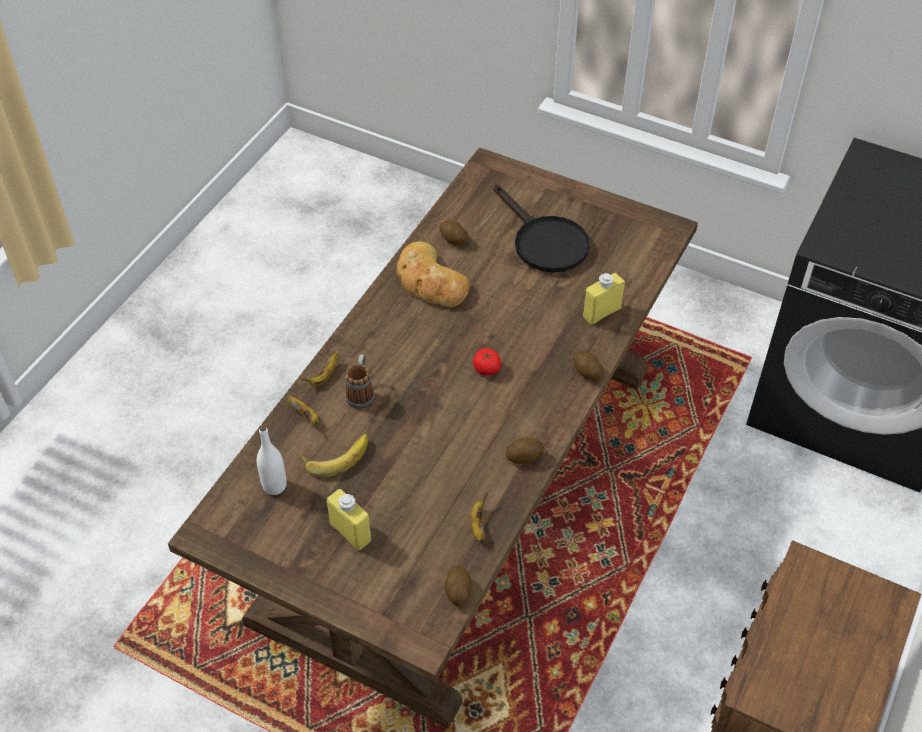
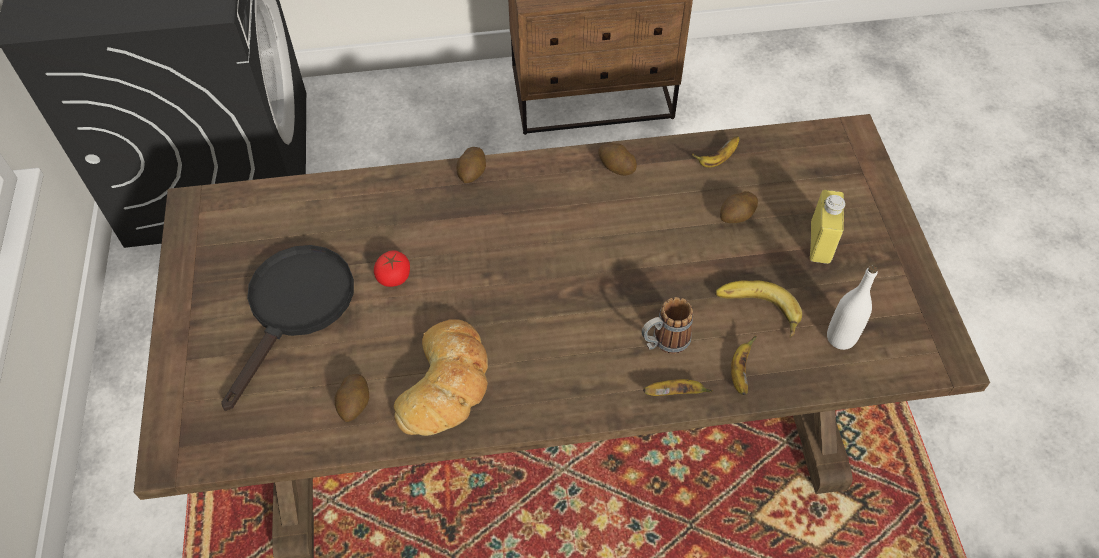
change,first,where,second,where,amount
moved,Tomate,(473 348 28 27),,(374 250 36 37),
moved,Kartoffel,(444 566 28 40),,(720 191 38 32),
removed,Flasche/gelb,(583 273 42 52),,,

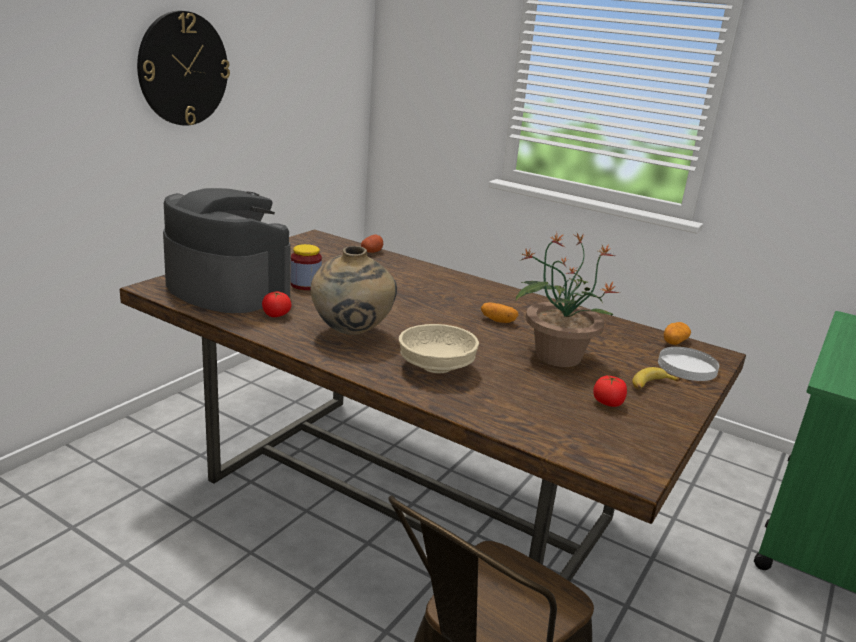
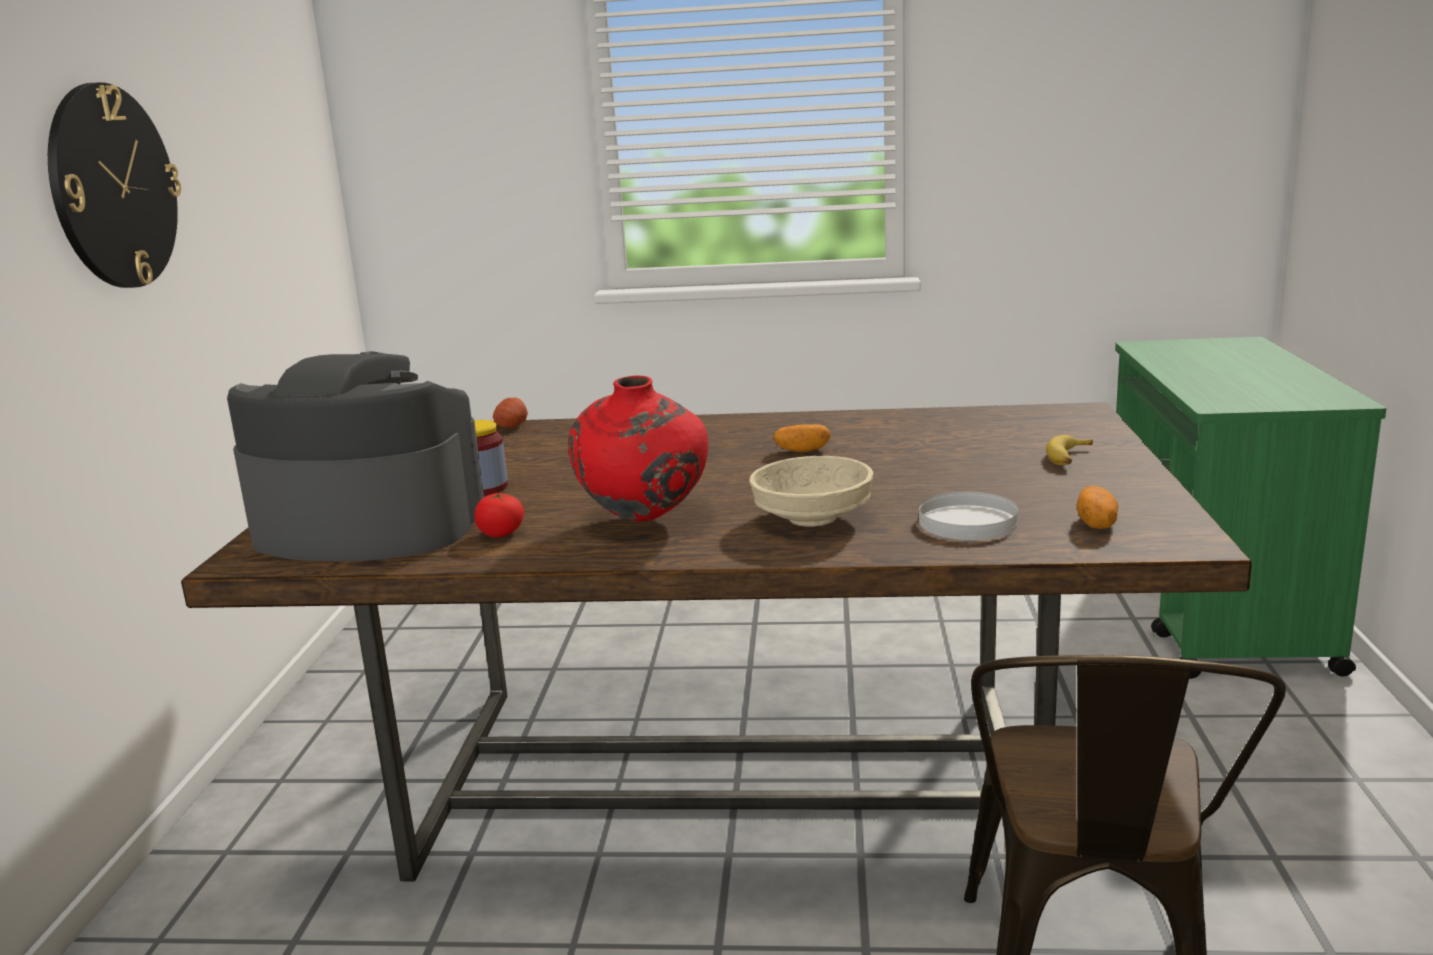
change,first,where,second,where,amount
recoloured,Vase/beige,(311 246 86 89),Vase/rot,(568 376 140 146),
moved,Teller/weiß,(658 347 62 34),,(919 492 99 48),
moved,Kartoffel,(664 322 27 23),,(1076 486 42 43),
removed,Topfpflanze,(516 231 104 136),,,
removed,Tomate,(593 375 34 32),,,

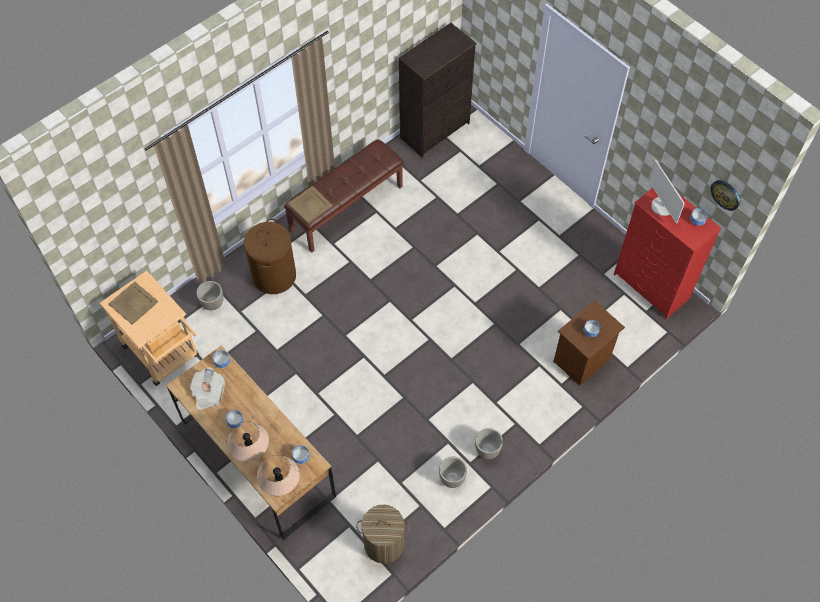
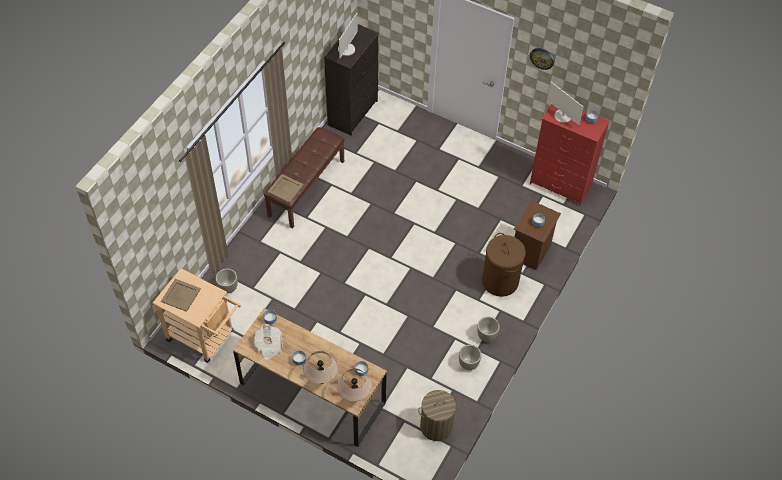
change,first,where,second,where,amount
added,,,Monitor,(338 13 20 45),
moved,Wäschekorb/braun,(244 219 52 75),,(482 233 44 64),
moved,Wanduhr,(710 180 30 31),,(530 48 24 22),

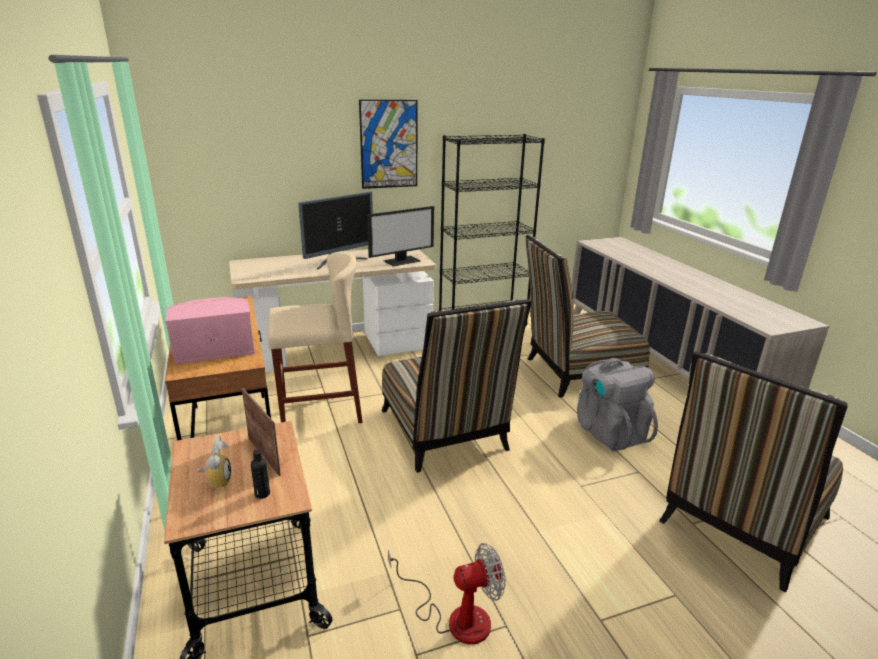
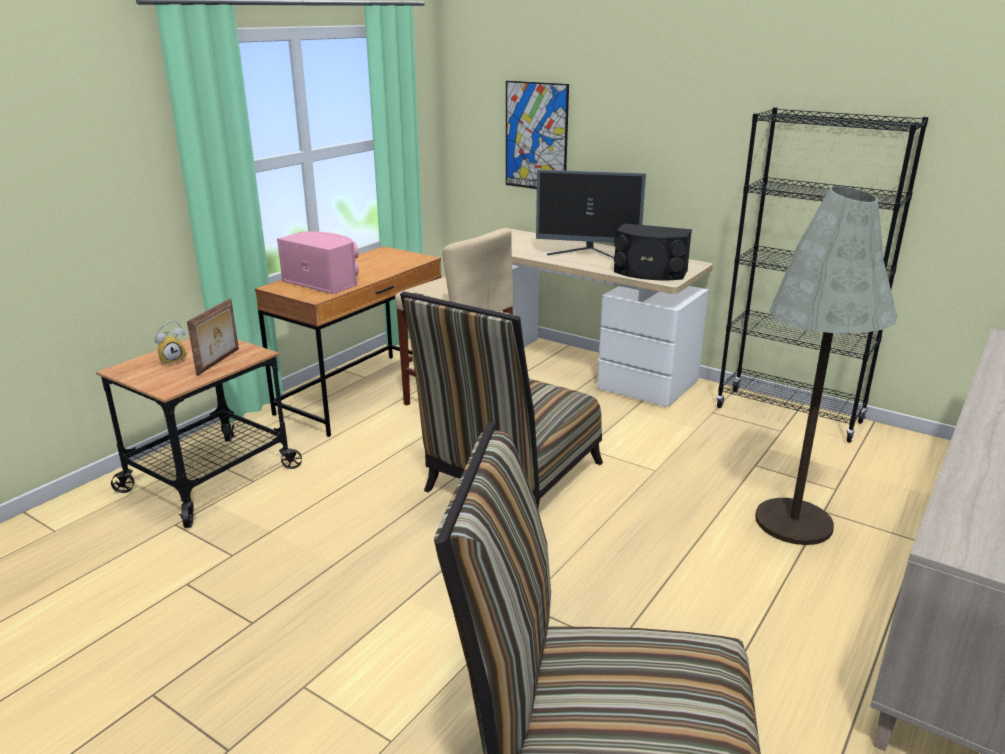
change,first,where,second,where,amount
moved,Bild,(359 100 59 89),,(506 81 63 108),
replaced,Monitor,(367 206 67 60),Lautsprecher/schwarz,(614 223 78 57),
replaced,Stuhl,(525 235 125 163),Stehlampe/grau,(755 186 142 359),
removed,Flasche/schwarz,(251 449 19 50),,,
removed,Ventilator,(388 543 118 101),,,
removed,Rucksack/grau,(577 358 81 93),,,

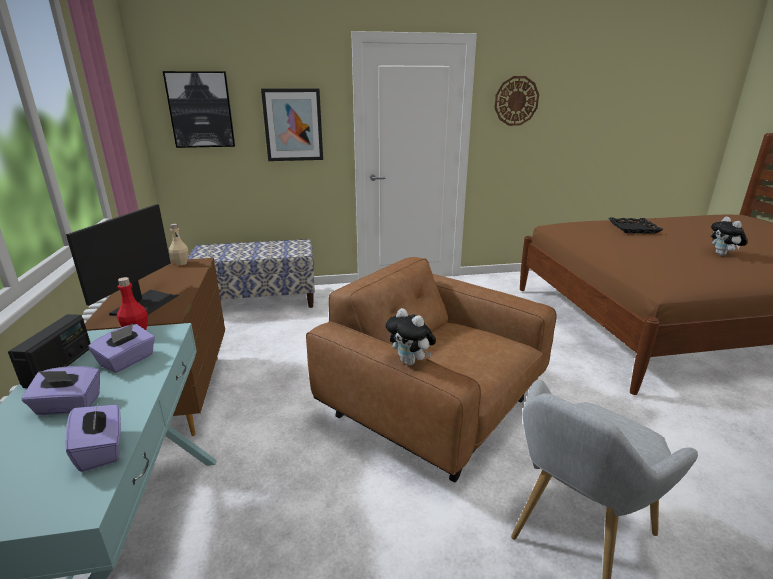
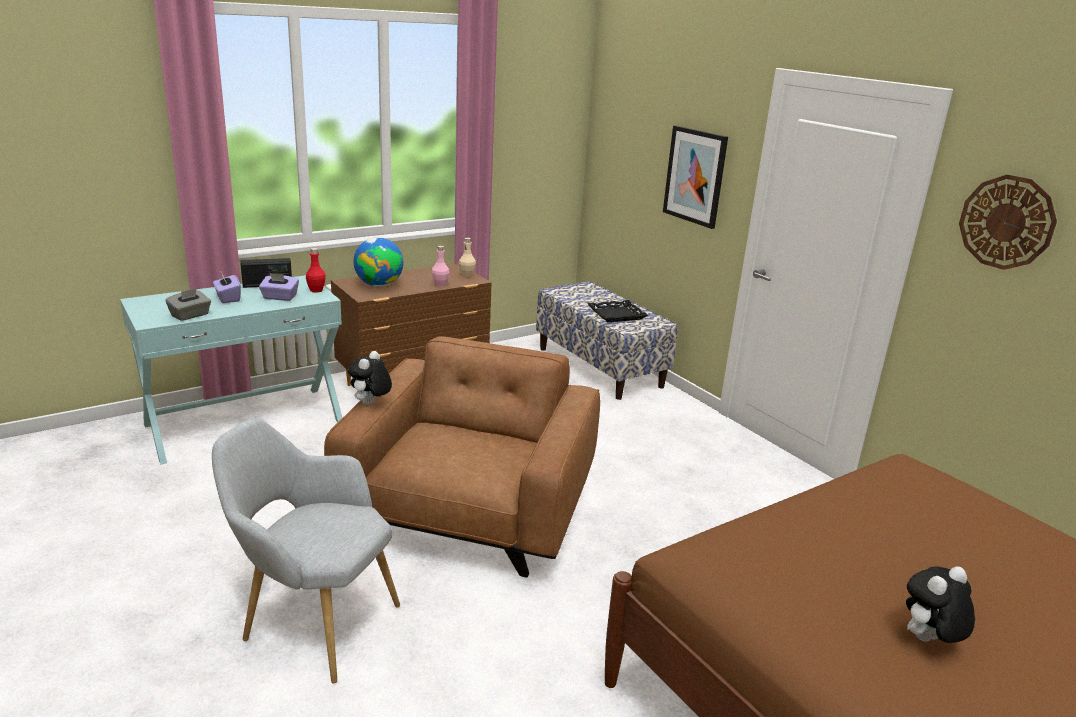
change,first,where,second,where,amount
recoloured,Taschentuchbox/lila,(65 399 56 73),Taschentuchbox/grau,(165 288 46 33),
replaced,Monitor,(66 204 113 112),Globus,(353 237 50 50),
added,,,Flasche/rosa,(432 246 17 41),
moved,Tablett/schwarz,(609 218 55 16),,(587 300 61 22),
removed,Bild,(163 71 72 77),,,

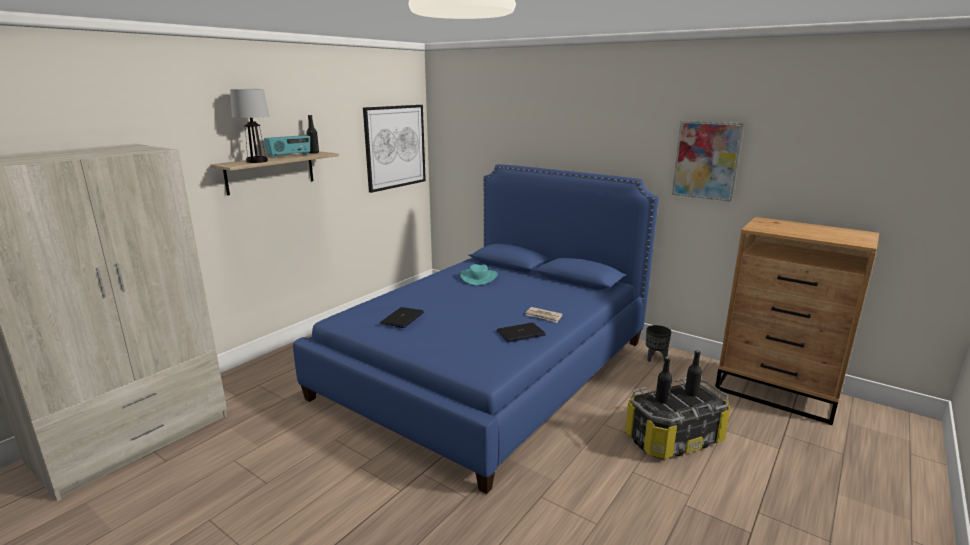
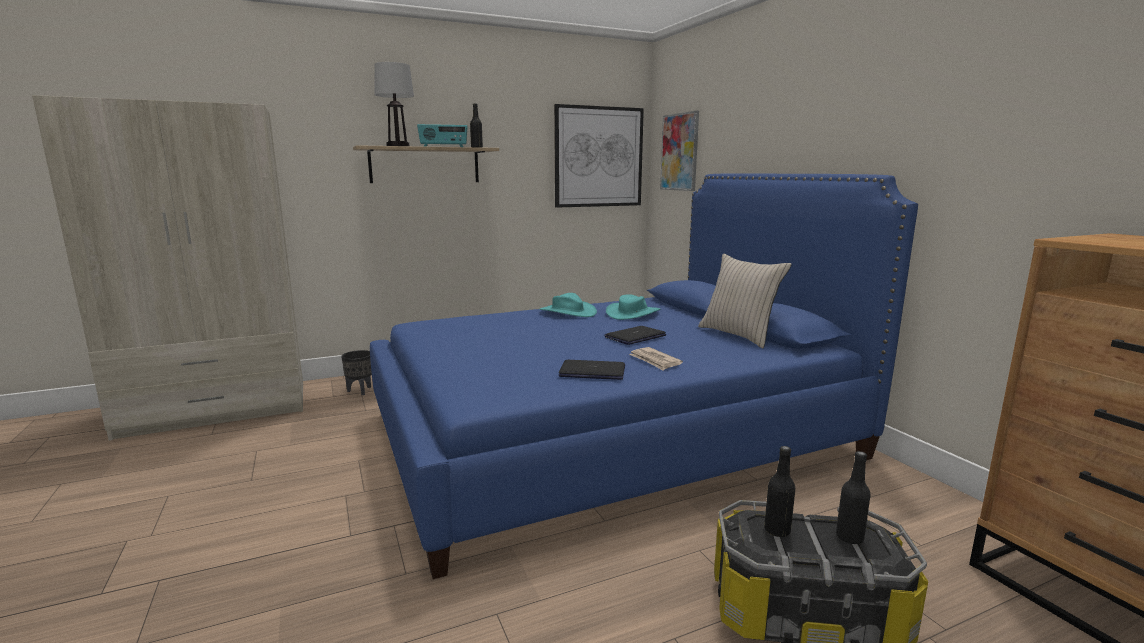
change,first,where,second,where,amount
moved,Pflanzkübel/schwarz,(646 325 25 37),,(341 350 31 45),
added,,,Hut/türkis,(539 293 58 24),
moved,Laptop,(380 307 44 21),,(604 326 62 19),
moved,Bild,(672 121 72 81),,(660 111 39 80),
added,,,Kissen/beige,(698 254 94 94),

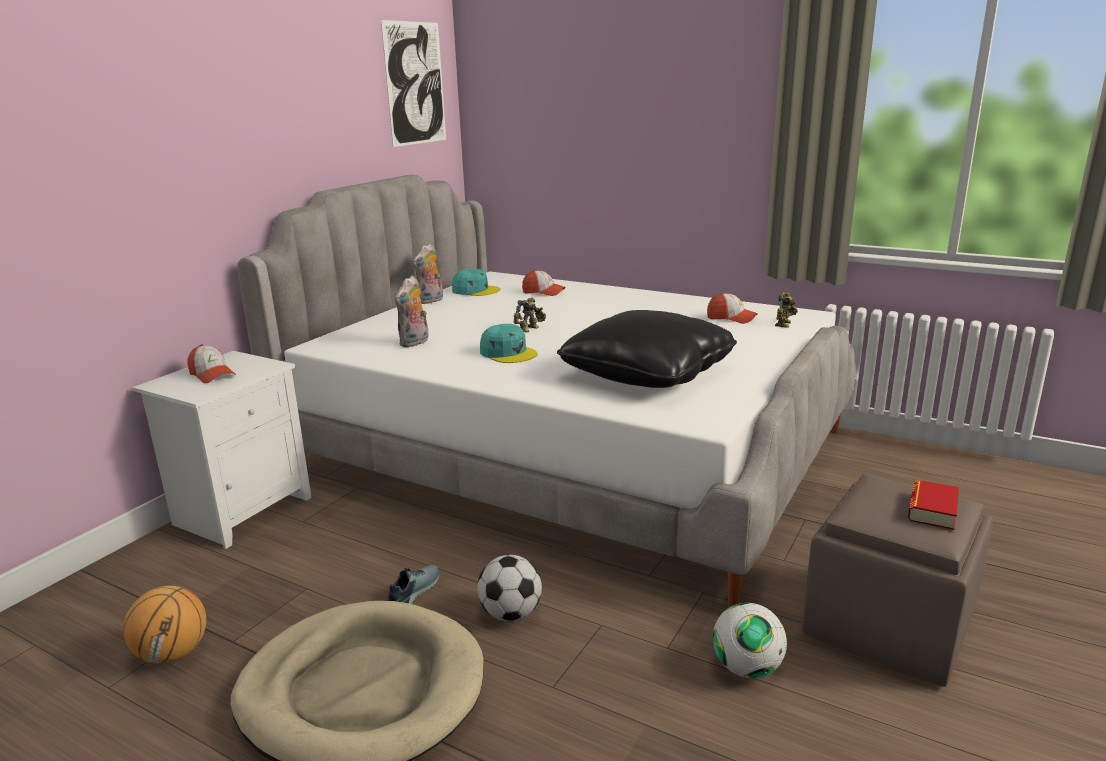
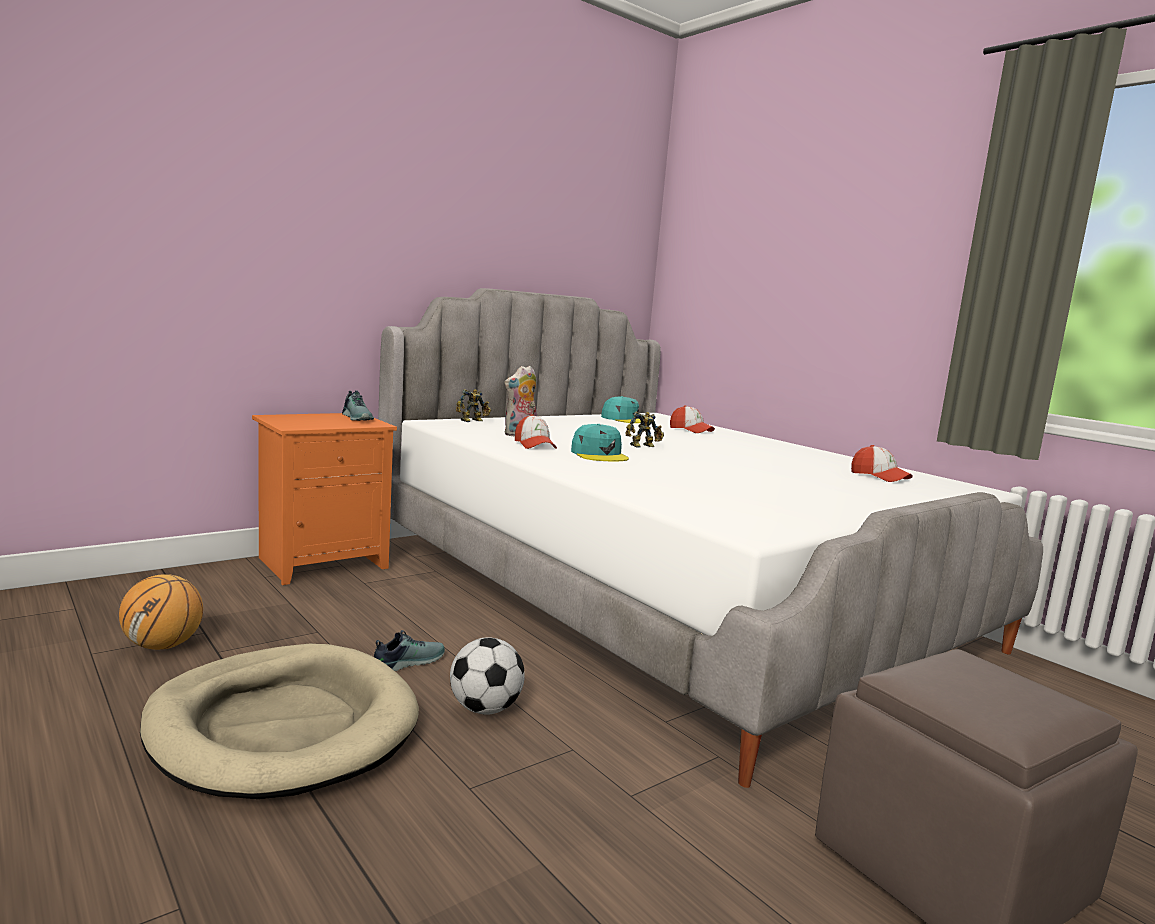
change,first,where,second,where,amount
recoloured,Nachttisch/weiß,(132 351 180 198),Nachttisch/orange,(252 413 145 172),
added,,,Schuh,(342 390 32 31),
moved,Spielzeugroboter,(775 292 23 36),,(456 389 35 33),
moved,Kappe,(188 344 48 39),,(515 414 42 35),
removed,Bild,(381 20 65 127),,,
removed,Plüschtier,(413 243 30 61),,,
removed,Kissen/schwarz,(557 310 180 78),,,
removed,Fußball,(713 603 74 75),,,
removed,Buch,(908 480 51 50),,,

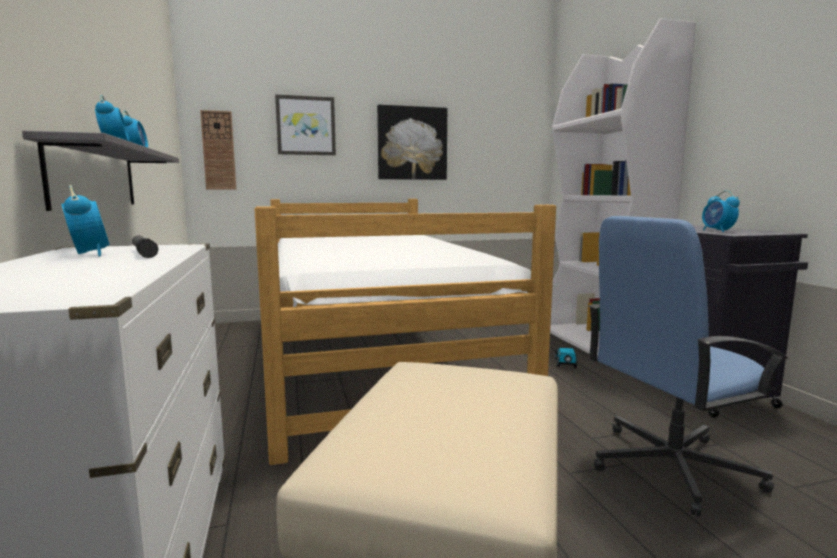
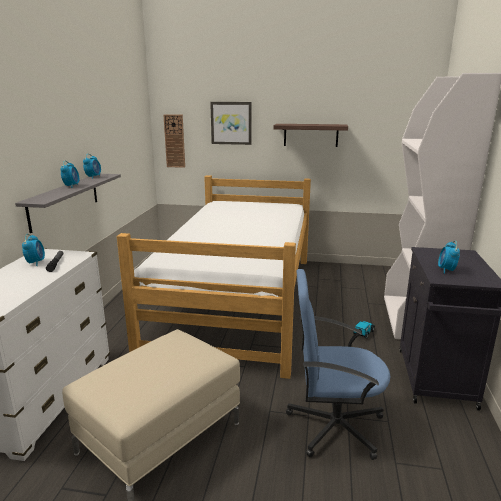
change,first,where,second,where,amount
replaced,Bild,(377 105 70 75),Wandregal,(274 124 74 23),

